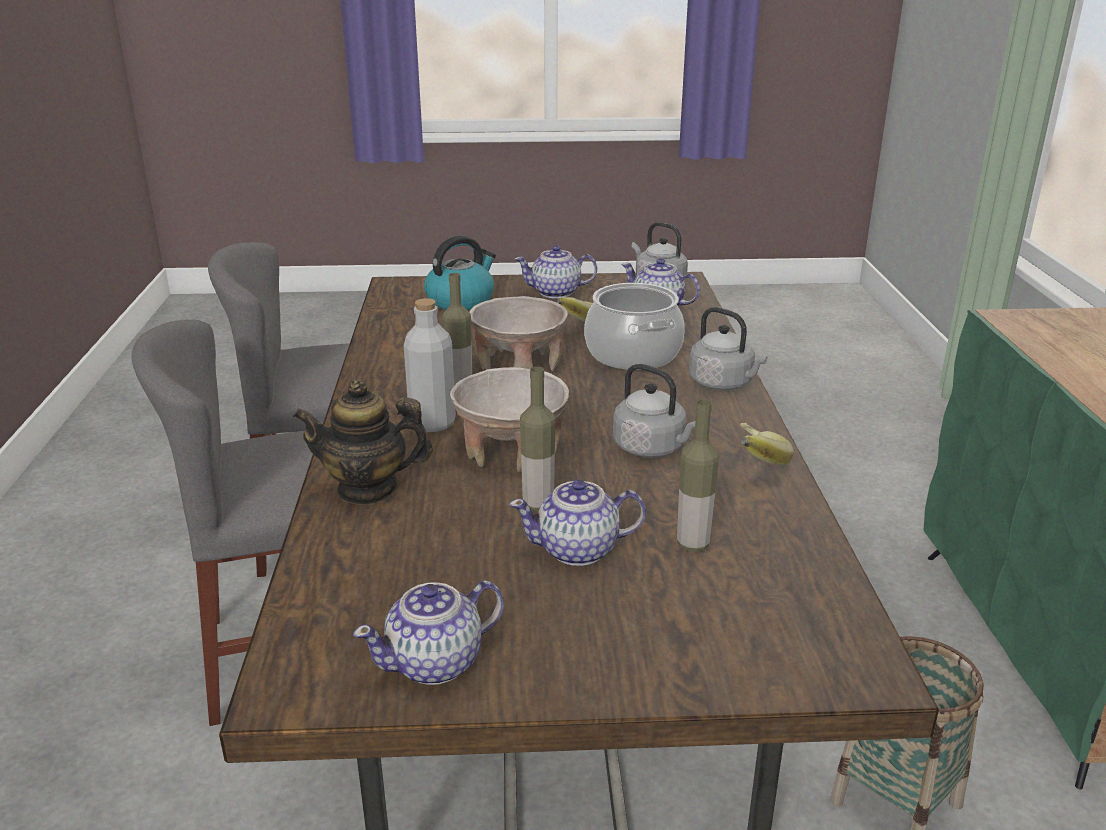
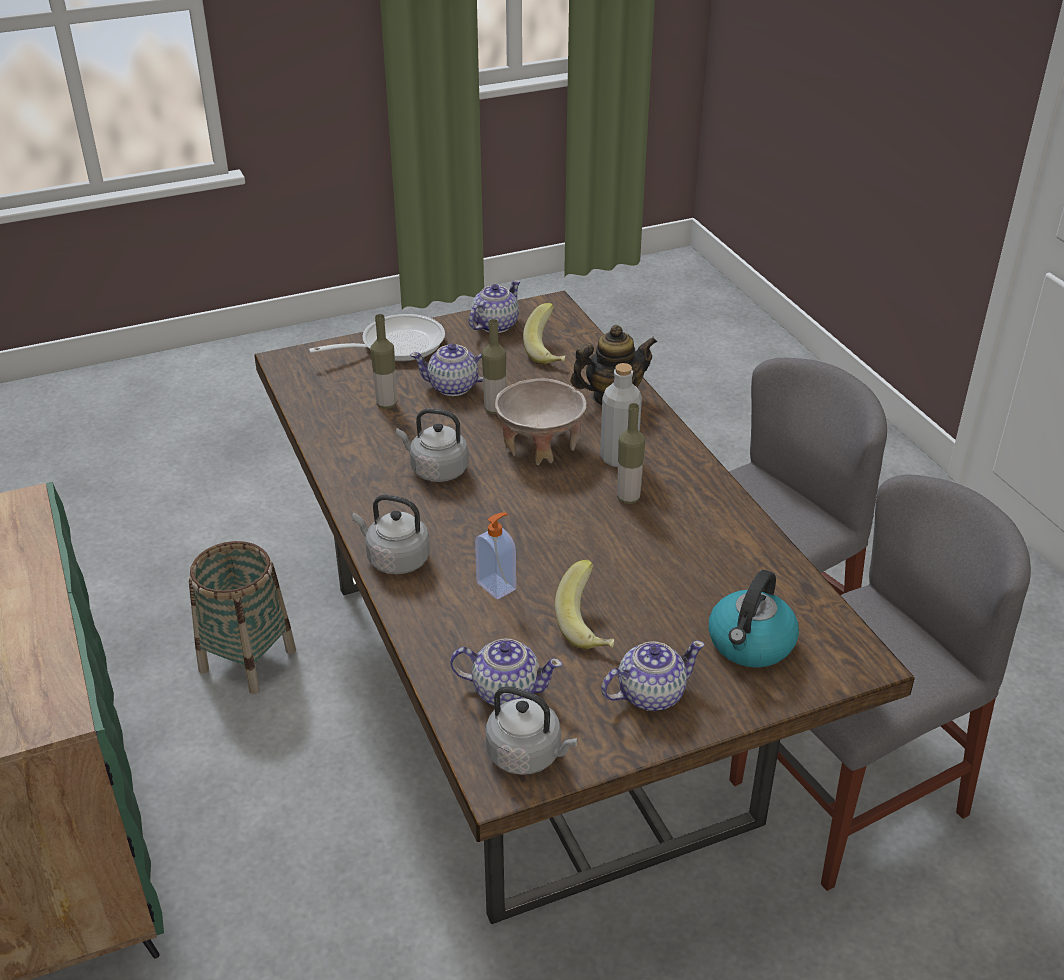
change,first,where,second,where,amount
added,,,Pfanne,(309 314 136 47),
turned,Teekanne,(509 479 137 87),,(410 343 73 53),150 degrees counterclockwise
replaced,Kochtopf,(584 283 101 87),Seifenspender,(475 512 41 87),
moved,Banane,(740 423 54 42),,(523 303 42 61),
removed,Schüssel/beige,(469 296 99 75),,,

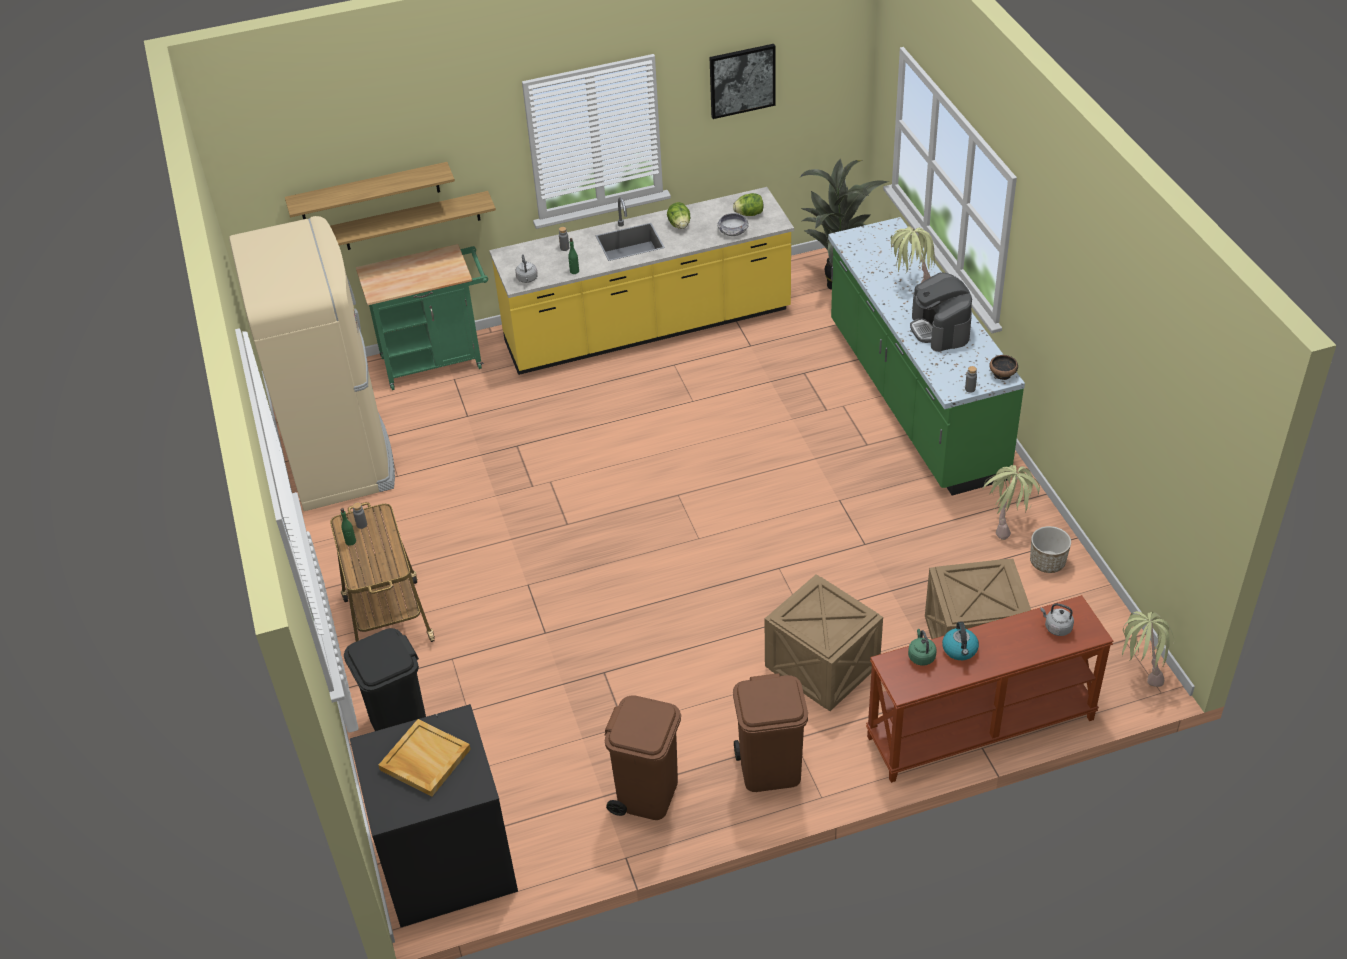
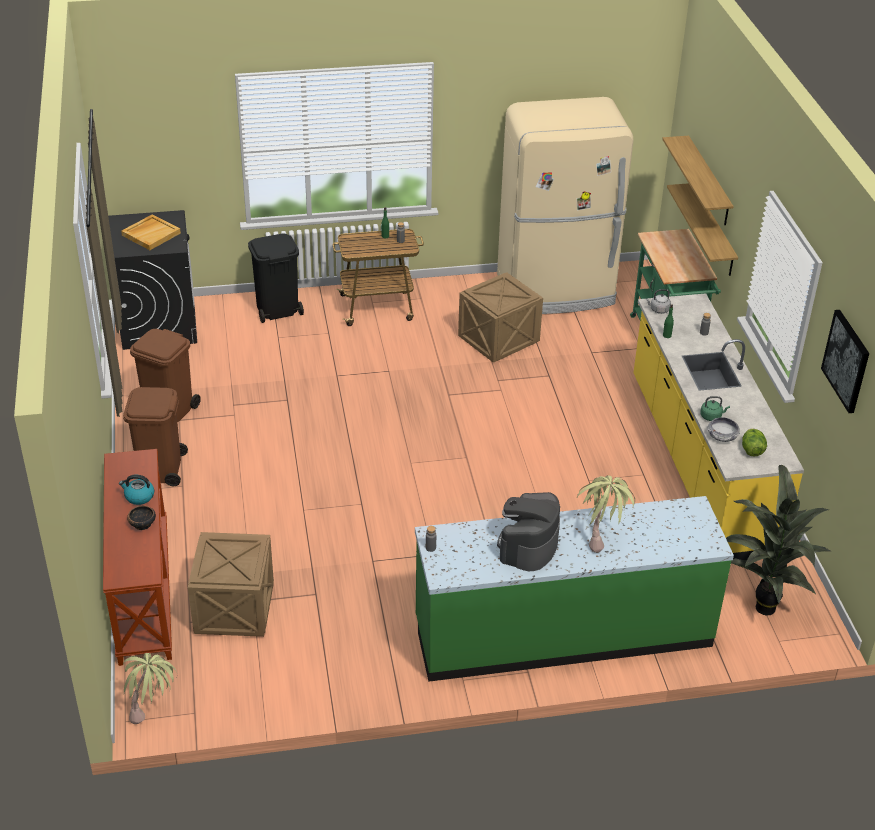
change,first,where,second,where,amount
moved,Schüssel,(989 355 29 25),,(127 506 29 24),
moved,Kiste,(764 574 119 137),,(458 272 85 91),
turned,Kaffeemaschine,(910 273 62 79),,(497 492 63 79),60 degrees counterclockwise
moved,Wasserkessel/grün,(908 629 29 37),,(700 396 30 25),
removed,Salatkopf,(667 202 23 27),,,
removed,Topfpflanze,(983 465 57 75),,,
removed,Pflanzkübel,(1030 526 41 47),,,
removed,Wasserkessel/grau,(1040 603 34 33),,,

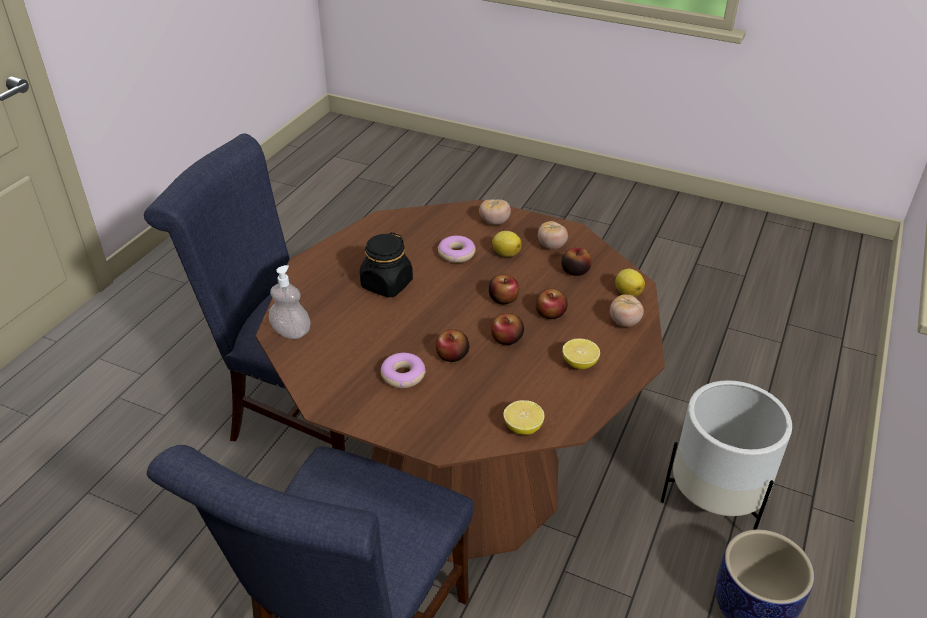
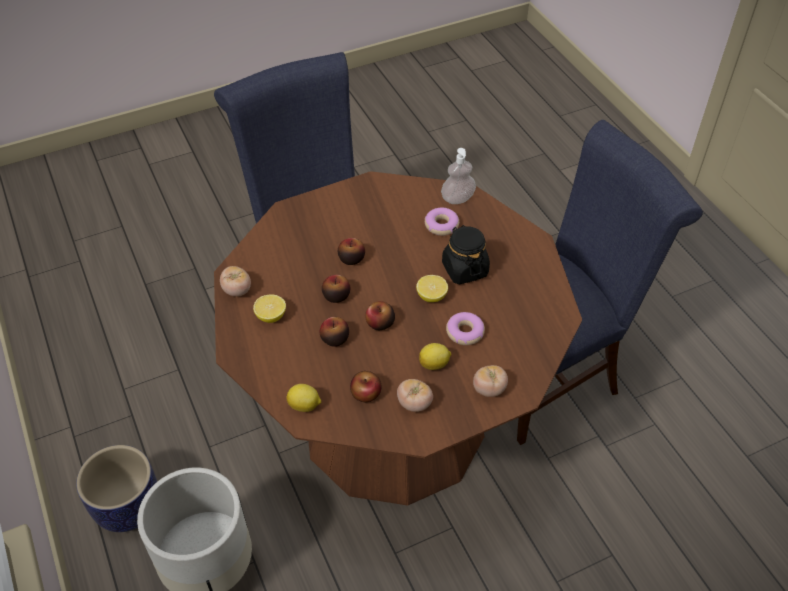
change,first,where,second,where,amount
moved,Tomate,(610 295 34 32),,(220 266 31 31),
moved,Zitrone,(503 400 41 35),,(416 275 32 27),
moved,Donut,(381 353 45 35),,(425 208 34 28),

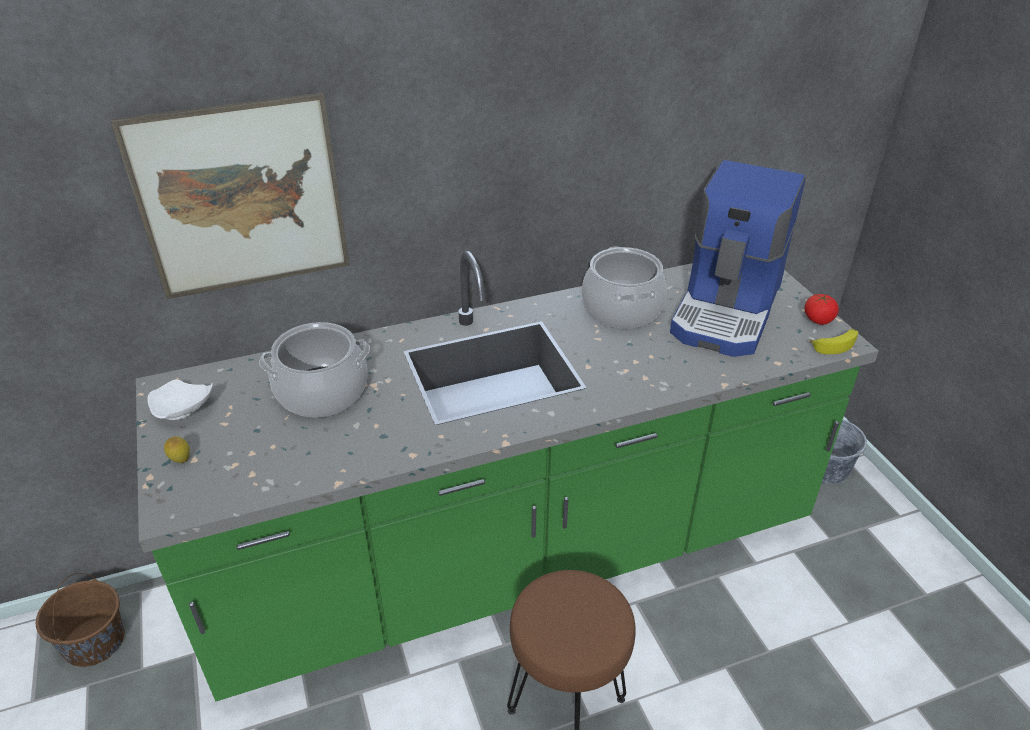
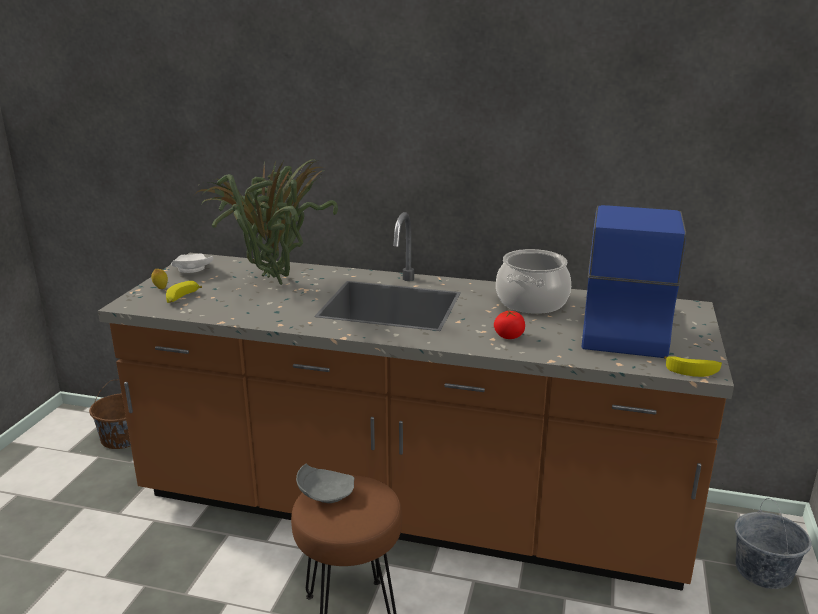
change,first,where,second,where,amount
recoloured,Küchenzeile/grün,(136 251 743 450),Küchenzeile/braun,(98 212 636 379),
added,,,Banane,(166 281 36 22),
replaced,Kochtopf,(259 322 111 95),Topfpflanze,(194 159 144 126),
added,,,Teller/grau,(296 463 58 40),
moved,Tomate,(804 294 35 31),,(494 310 31 29),
turned,Kaffeemaschine,(670 160 136 197),,(581 205 105 153),135 degrees clockwise
removed,Bild,(111 93 239 206),,,

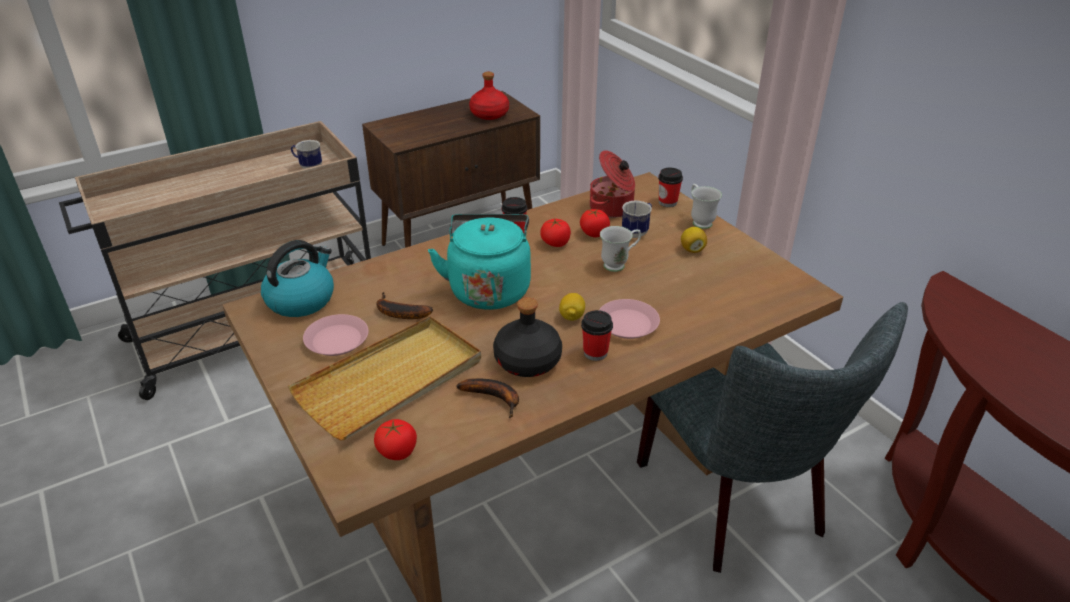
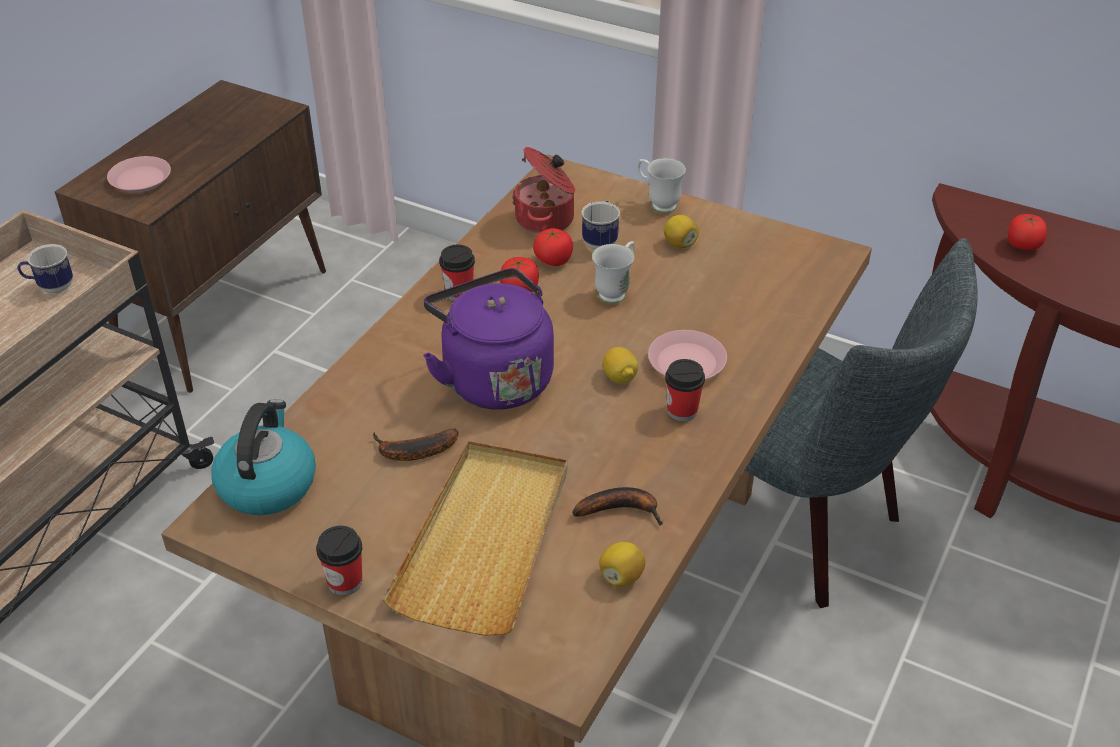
change,first,where,second,where,amount
moved,Teller/rosa,(303 314 66 42),,(107 156 64 37),
moved,Tasse,(658 168 25 39),,(316 526 46 70),
recoloured,Wasserkessel/türkis,(428 214 103 96),Wasserkessel/lila,(423 268 131 142),
added,,,Zitrone,(599 542 46 45),
moved,Tomate,(374 419 43 41),,(1008 214 39 36),
removed,Flasche/rot,(469 72 40 48),,,
removed,Flasche/schwarz,(493 297 69 80),,,

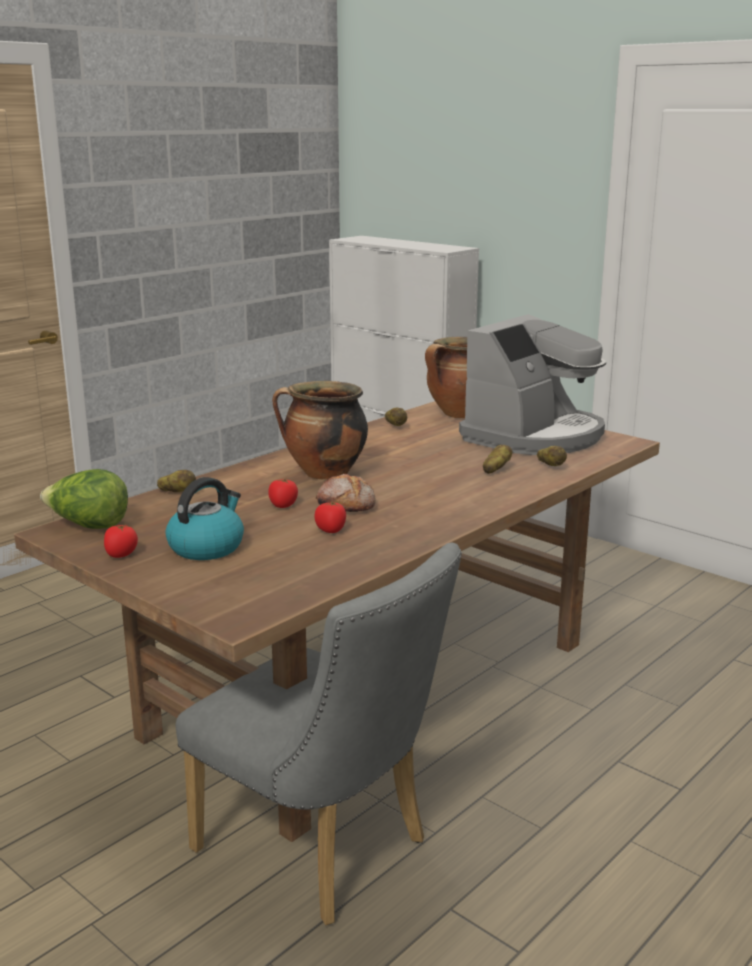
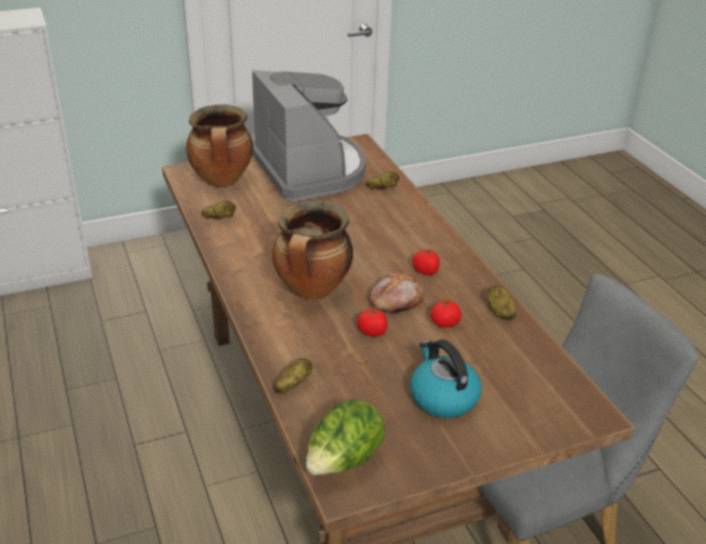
change,first,where,second,where,amount
moved,Tomate,(104 524 34 34),,(413 249 27 26),
moved,Kartoffel,(483 445 29 29),,(487 285 30 35),

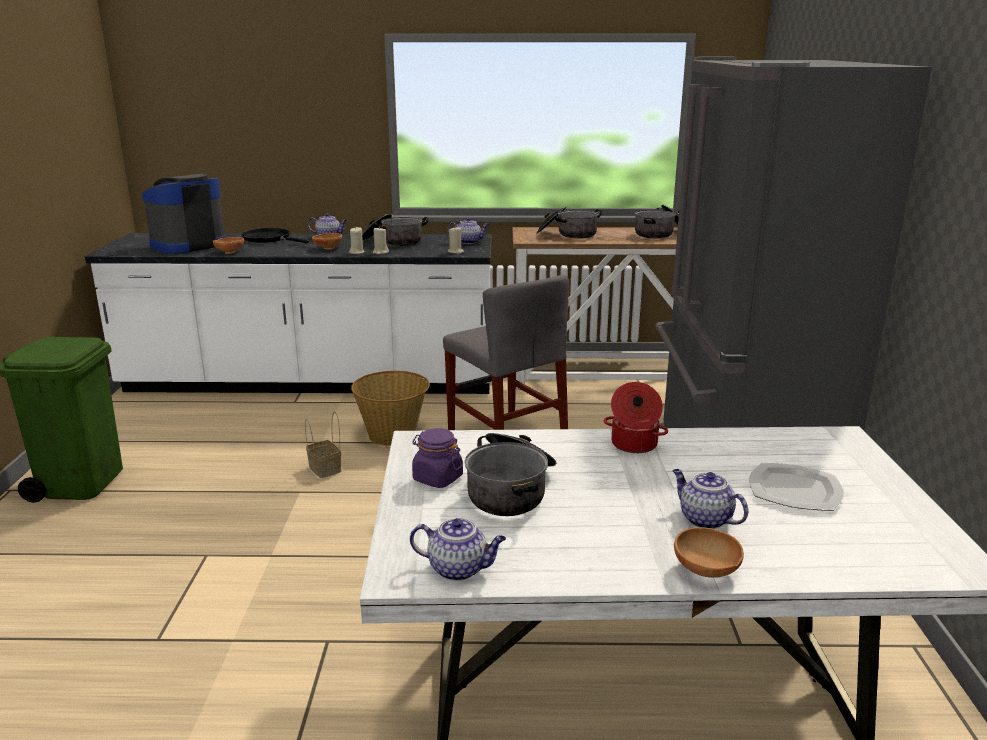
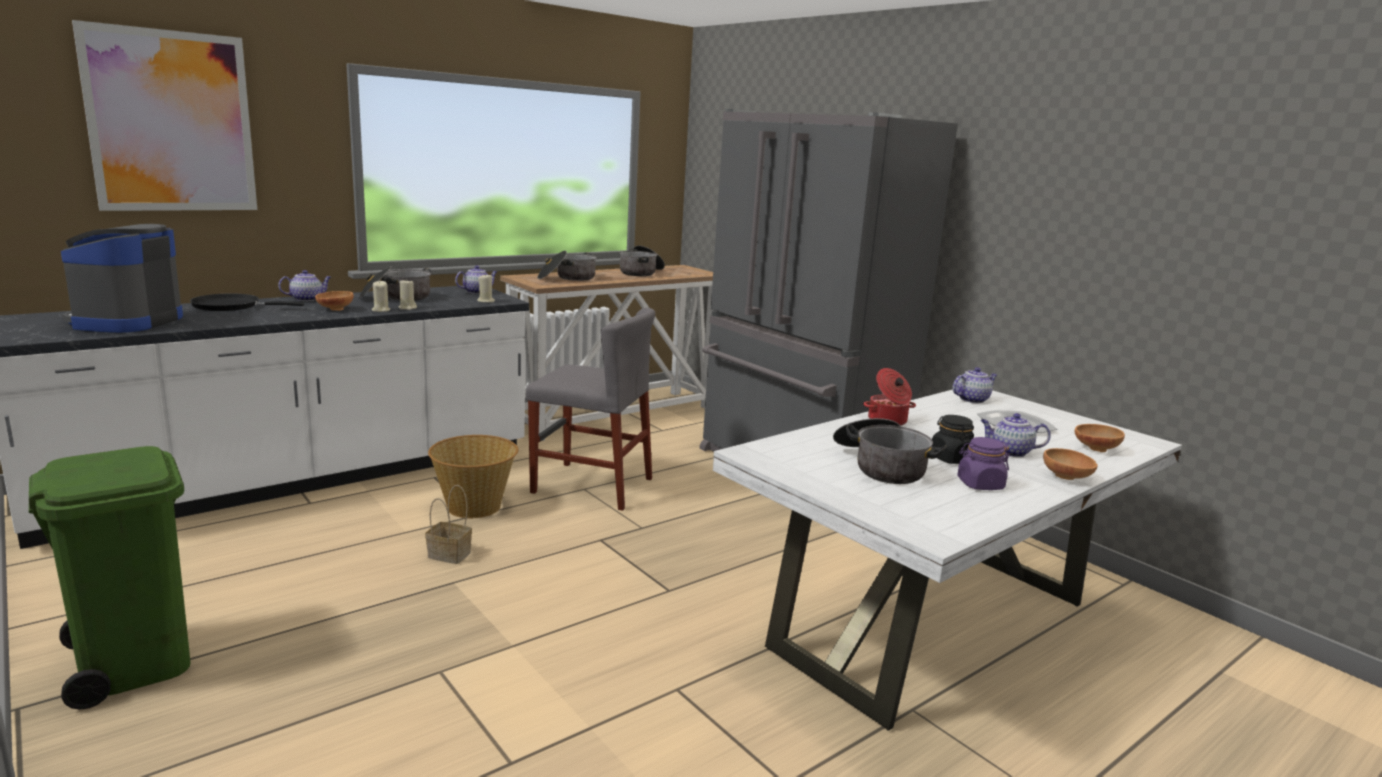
change,first,where,second,where,amount
added,,,Bild,(72 20 185 191),
added,,,Vorratsglas/schwarz,(932 415 42 49),
moved,Teekanne,(410 518 96 63),,(953 367 44 36),
moved,Vorratsglas/lila,(412 428 51 60),,(957 437 53 53),
moved,Schüssel/braun,(213 237 31 17),,(1075 424 50 28),

